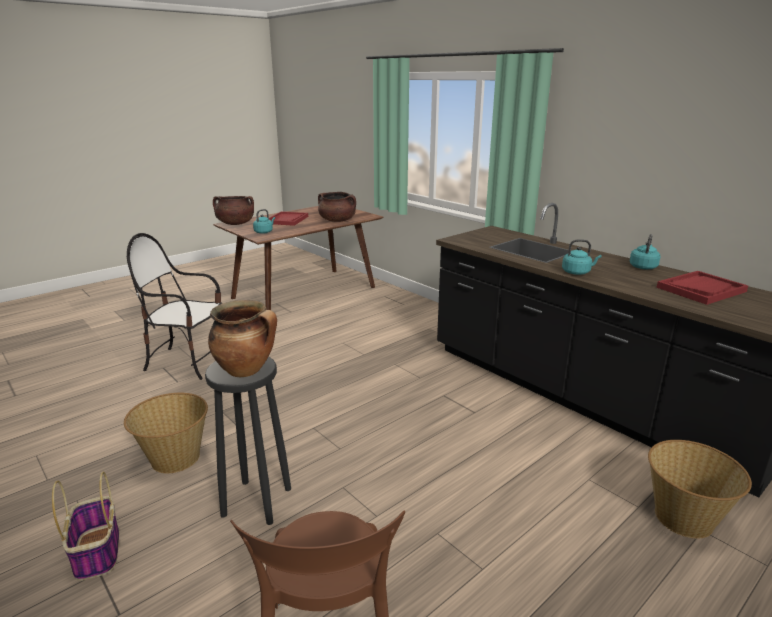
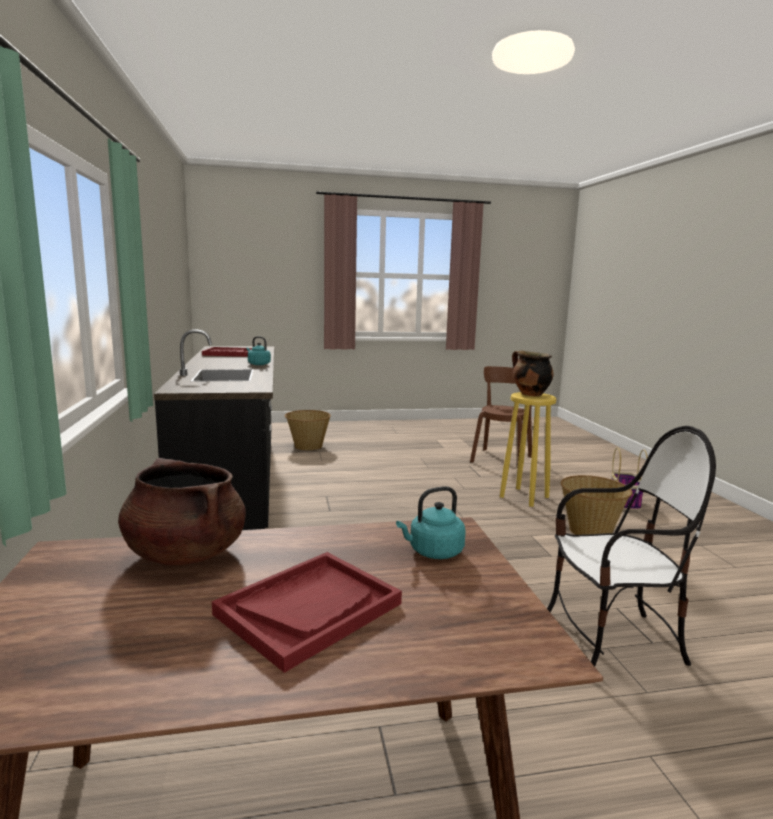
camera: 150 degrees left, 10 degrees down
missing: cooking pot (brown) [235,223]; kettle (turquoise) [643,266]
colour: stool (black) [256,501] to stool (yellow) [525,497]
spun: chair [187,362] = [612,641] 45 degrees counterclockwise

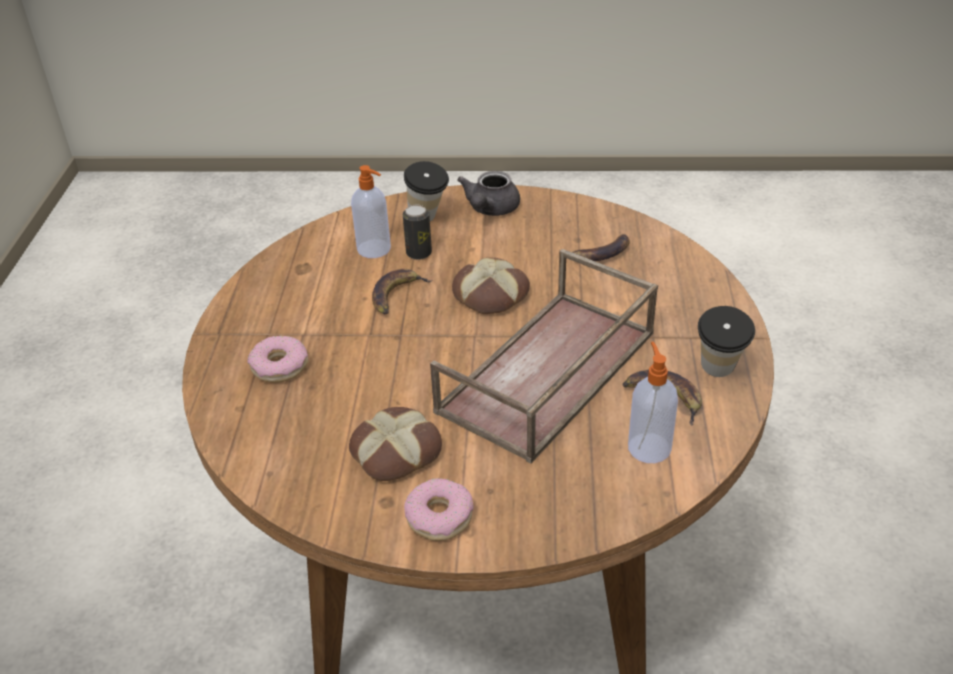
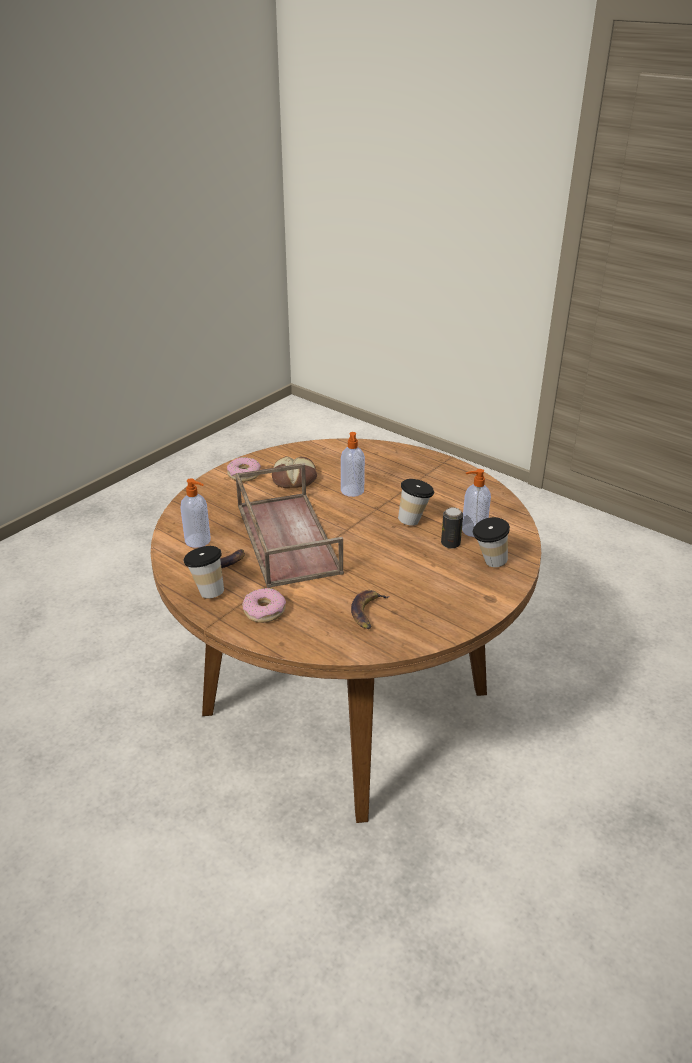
camera: 125 degrees right, 5 degrees down
missing: bread [491,295]; teapot (grey) [490,210]
appeared: soap dispenser [352,491]
relocated: donut [280,366] to [264,611]
exchanged: banana [396,295] to cup [414,520]

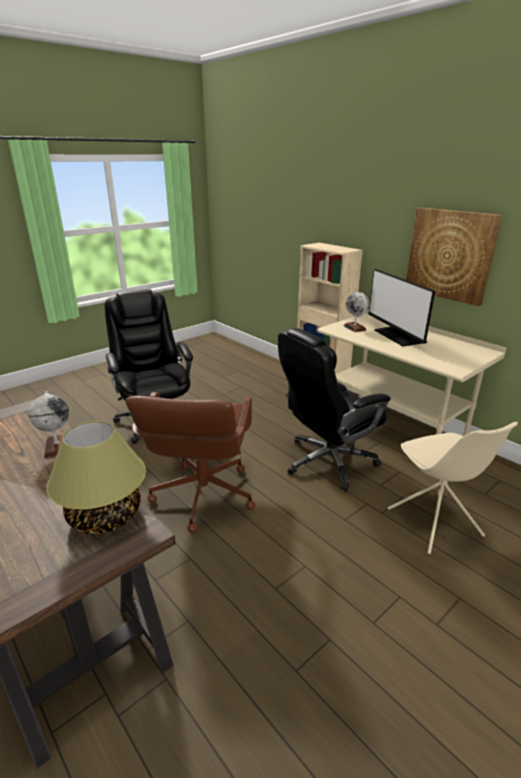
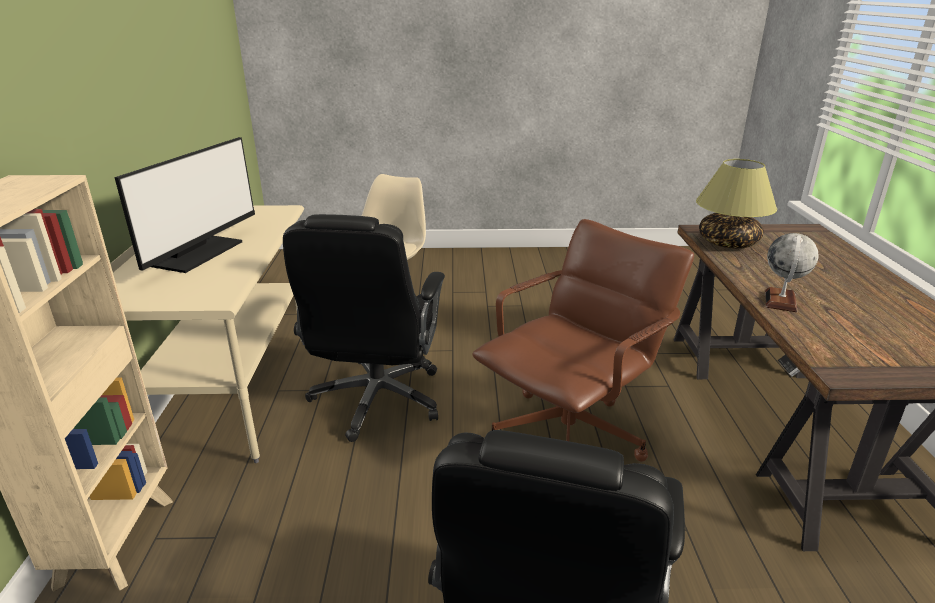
camera: 140 degrees left, 0 degrees up
missing: globe [354,328]; picture [450,255]
spun: office chair (black) [328,462] = [377,400] 90 degrees clockwise

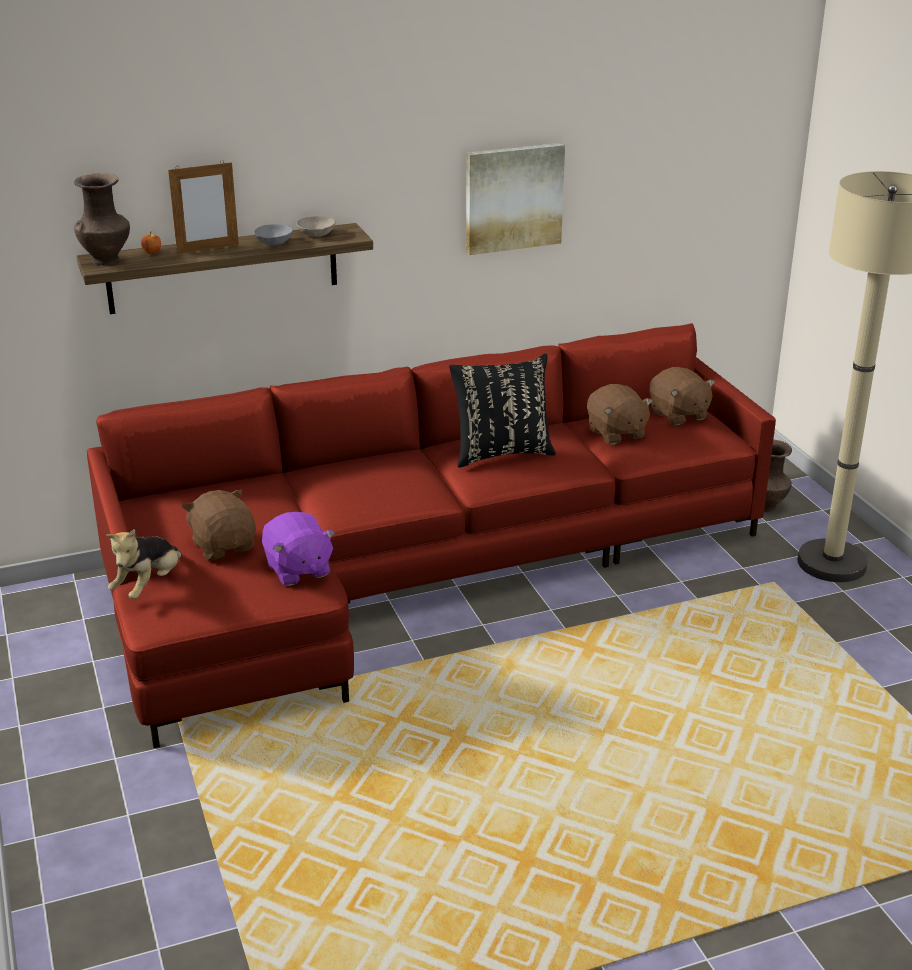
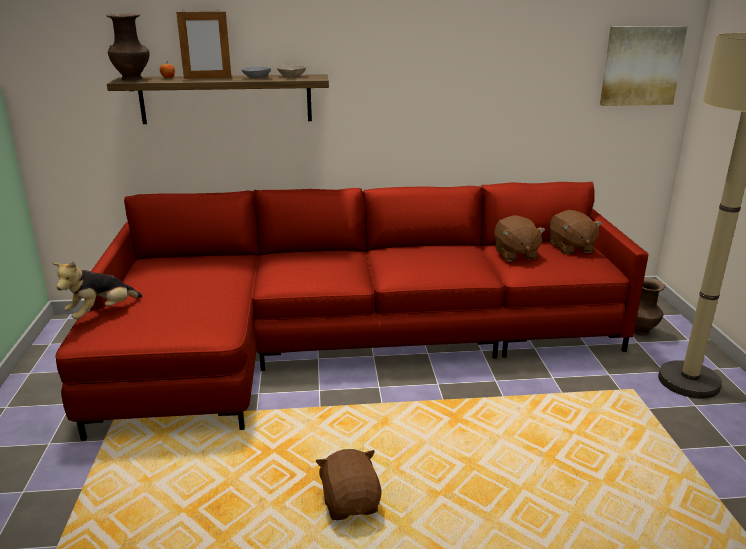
camera: 15 degrees right, 5 degrees down
missing: plush toy (purple) [297,570]; pillow (black) [501,452]
relocated: plush toy (brown) [224,546] to [351,503]; picture [513,197] to [640,66]

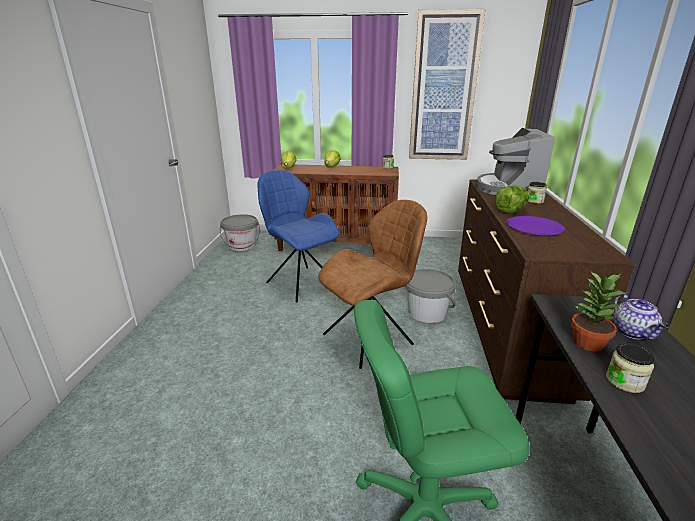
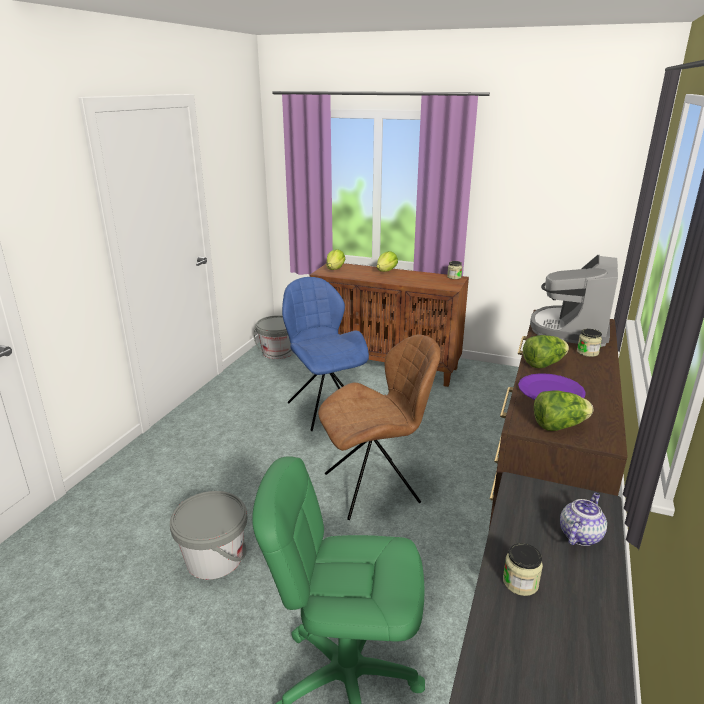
camera: 15 degrees right, 0 degrees up
missing: picture [443,89]; potted plant [586,342]
appeared: lettuce [558,426]
relocated: bucket (grey) [427,313] to [214,558]
spun: teapot [633,332] = [580,534] 150 degrees counterclockwise

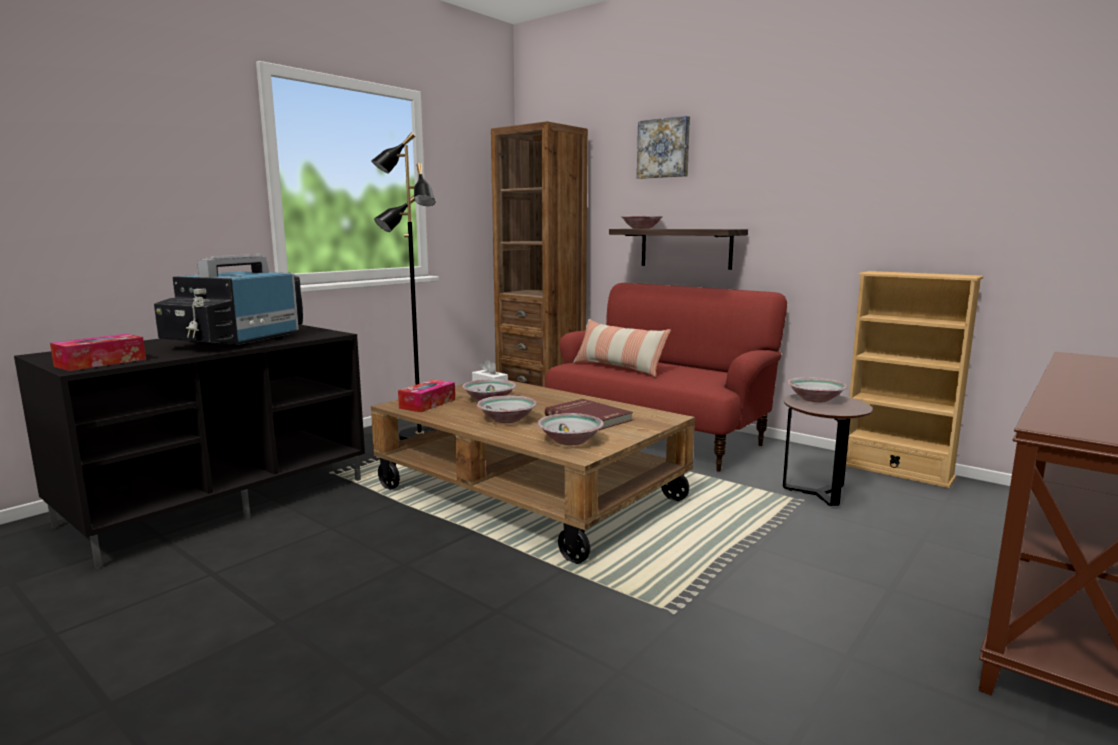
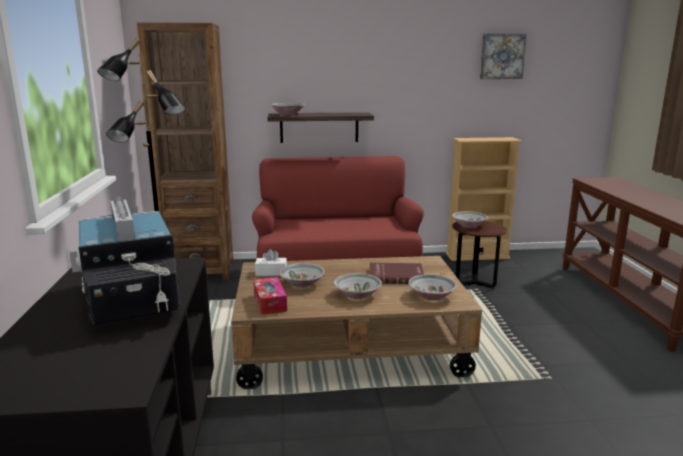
camera: 45 degrees left, 5 degrees up
missing: tissue box [101,363]; pillow [618,368]
relocated: picture [664,148] to [501,56]

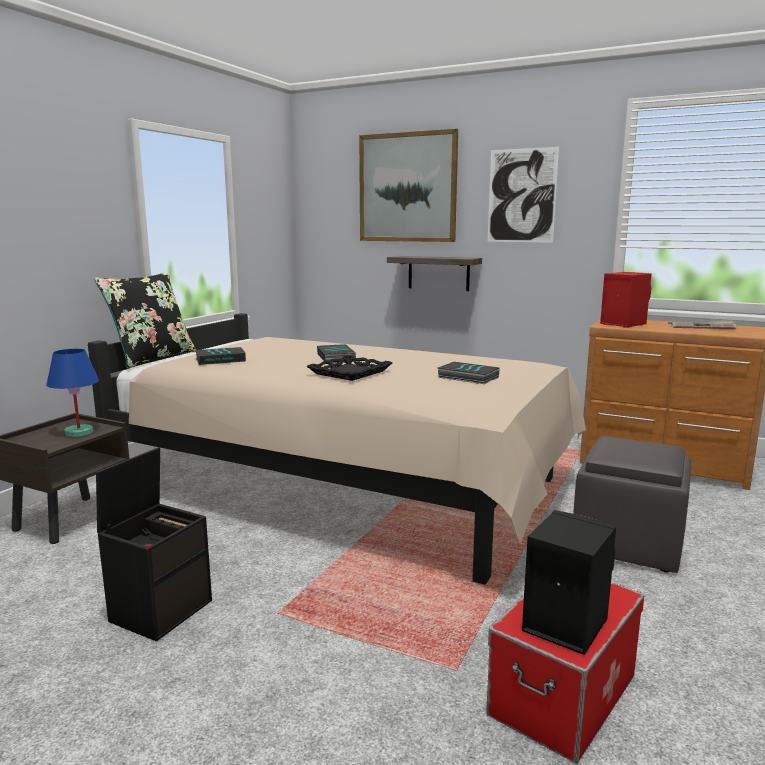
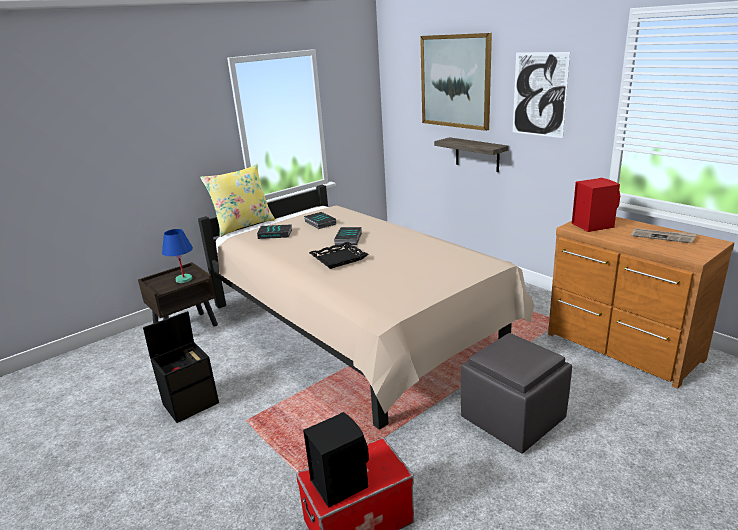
camera: 25 degrees right, 10 degrees up
relocated: book [467,377] to [319,223]
colour: pillow (black) [152,358] to pillow (yellow) [243,226]

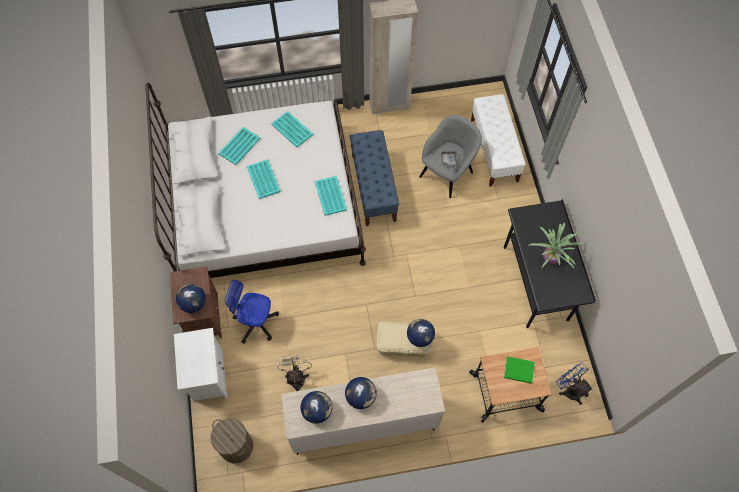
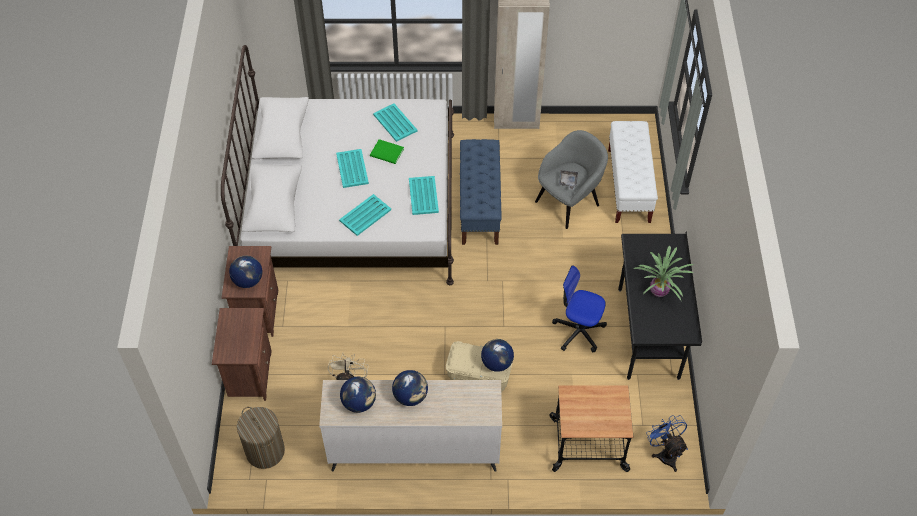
camera: 10 degrees right, 10 degrees down
relocated: tray (turquoise) [239,146] to [365,215]; office chair [256,322] to [578,331]; book (green) [519,371] to [387,153]
colour: nightstand (white) [208,377] to nightstand (brown) [249,374]

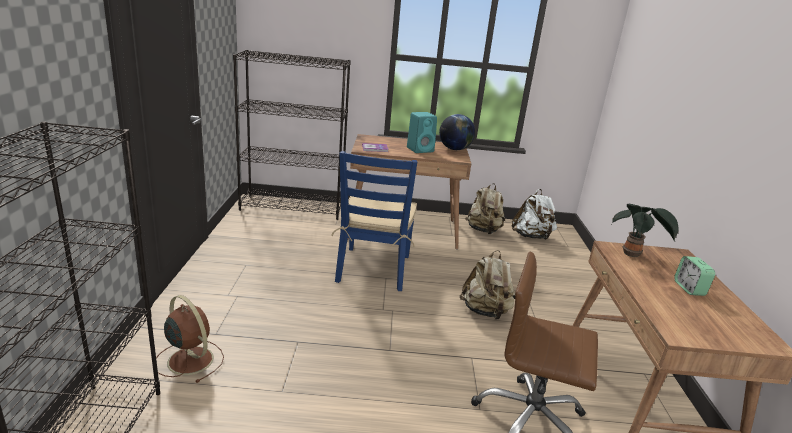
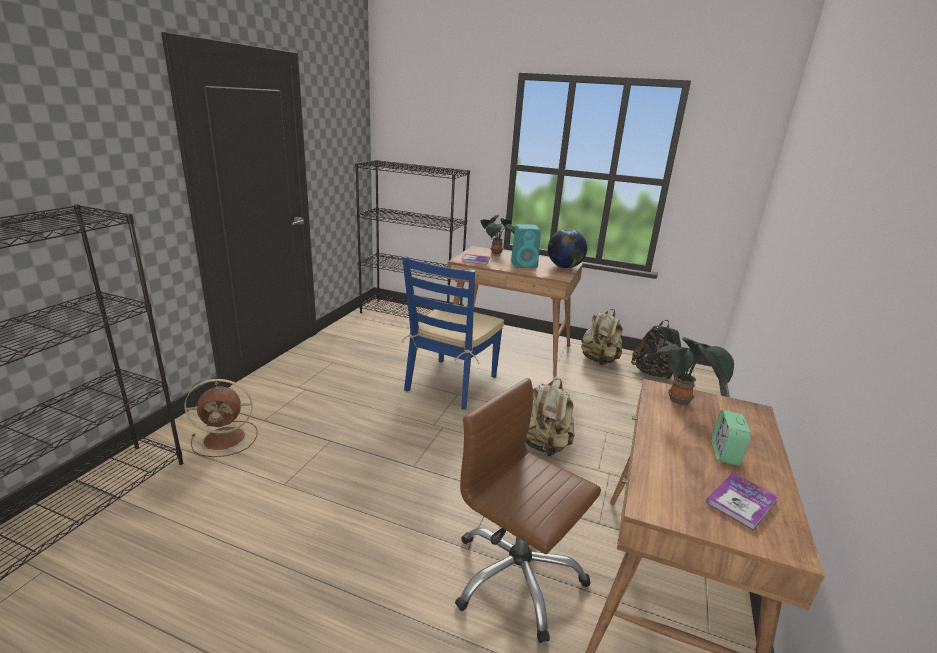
camera: 20 degrees right, 0 degrees up
appeared: potted plant [495,252]; book [741,502]
colour: backpack (white) [532,236] to backpack (black) [654,374]
spun: fan (brown) [189,359] = [226,438] 105 degrees clockwise

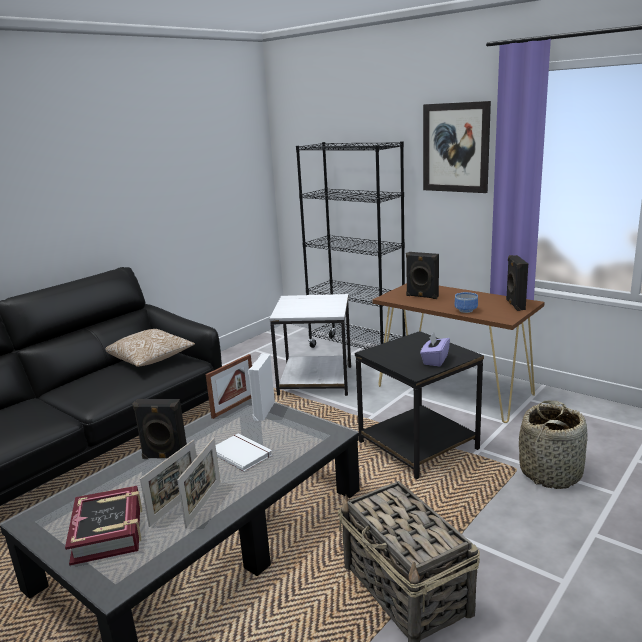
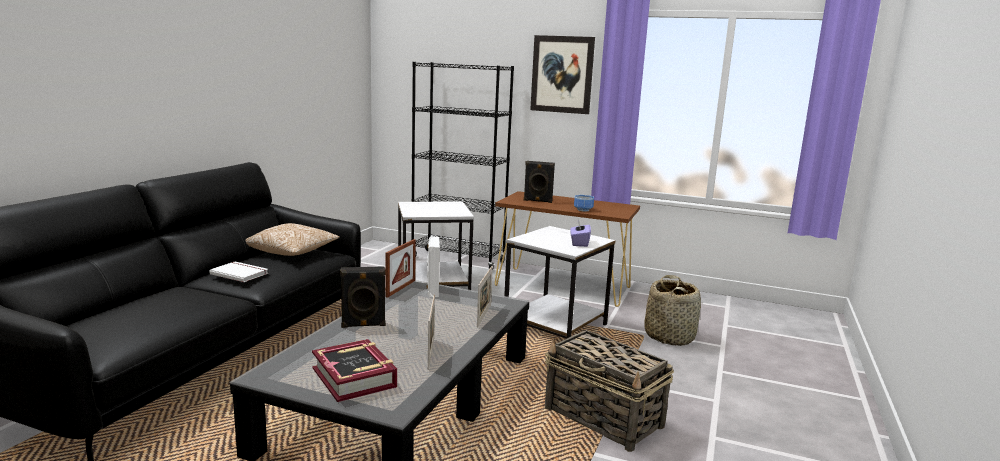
camera: 20 degrees left, 5 degrees down
missing: speaker (black) [514,305]
relocated: picture frame [176,504] to [484,315]; book (white) [242,453] to [240,273]
colour: side table (black) [420,445] to side table (white) [557,325]

